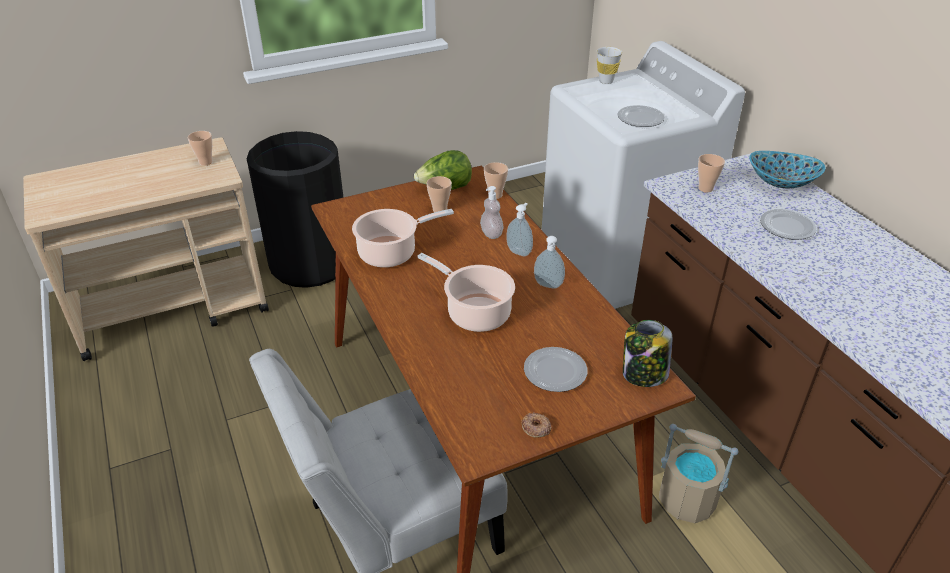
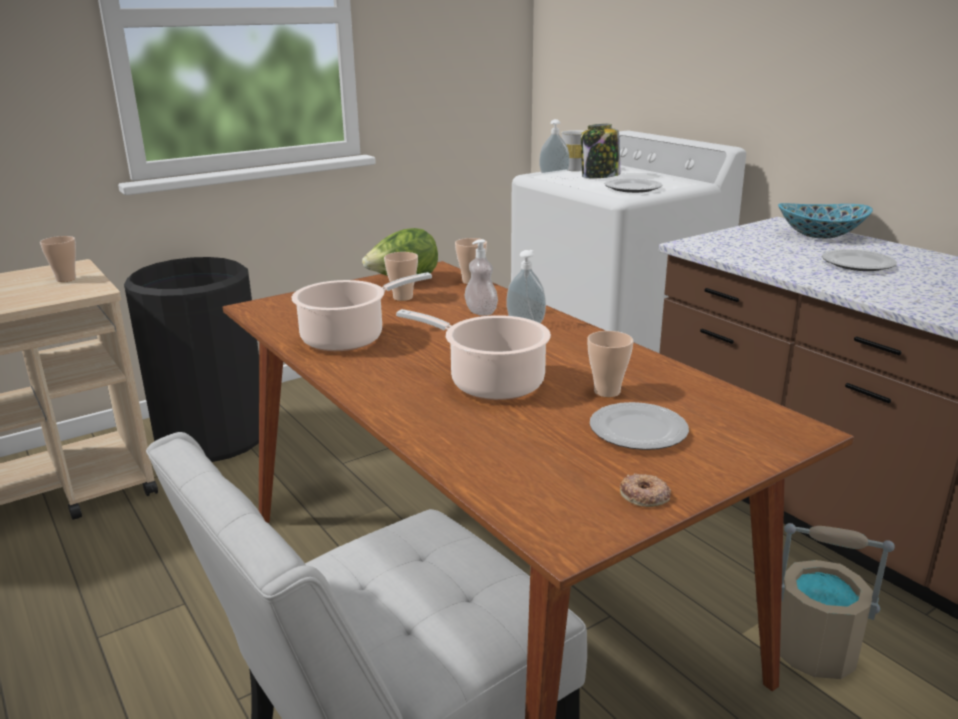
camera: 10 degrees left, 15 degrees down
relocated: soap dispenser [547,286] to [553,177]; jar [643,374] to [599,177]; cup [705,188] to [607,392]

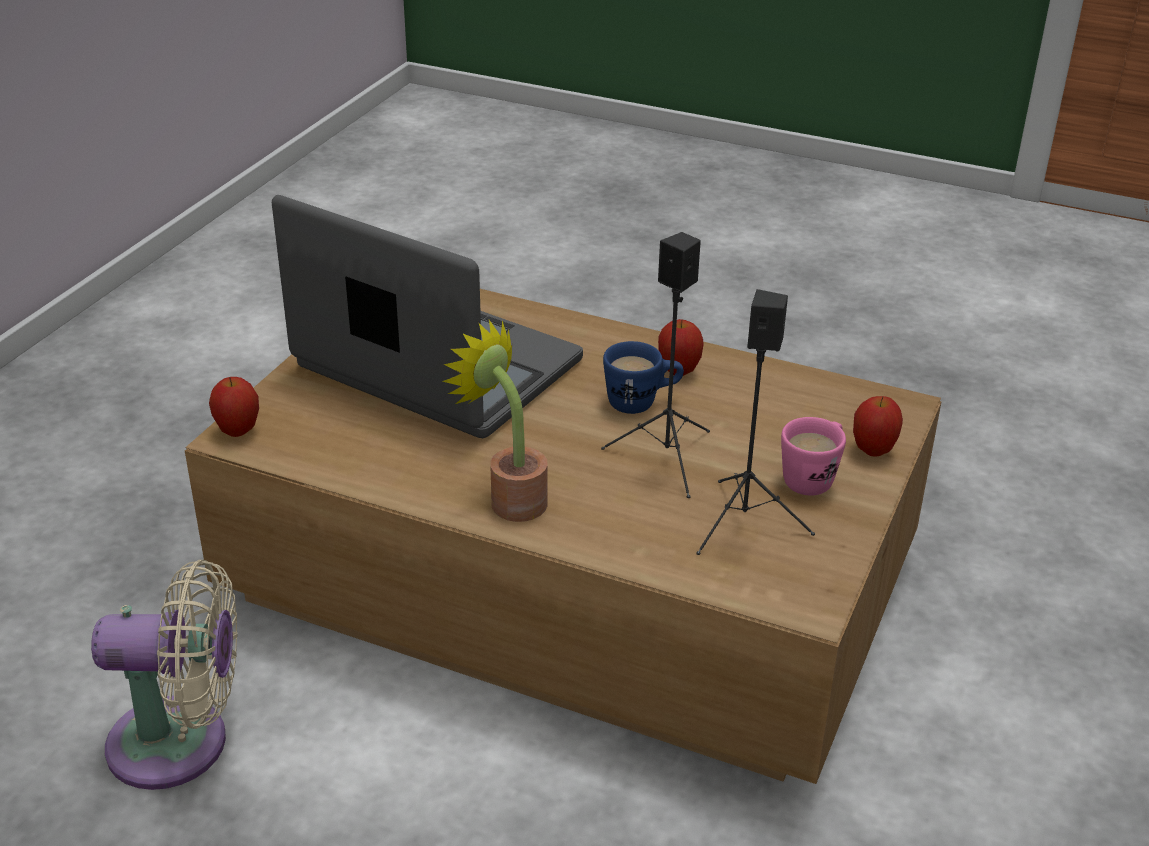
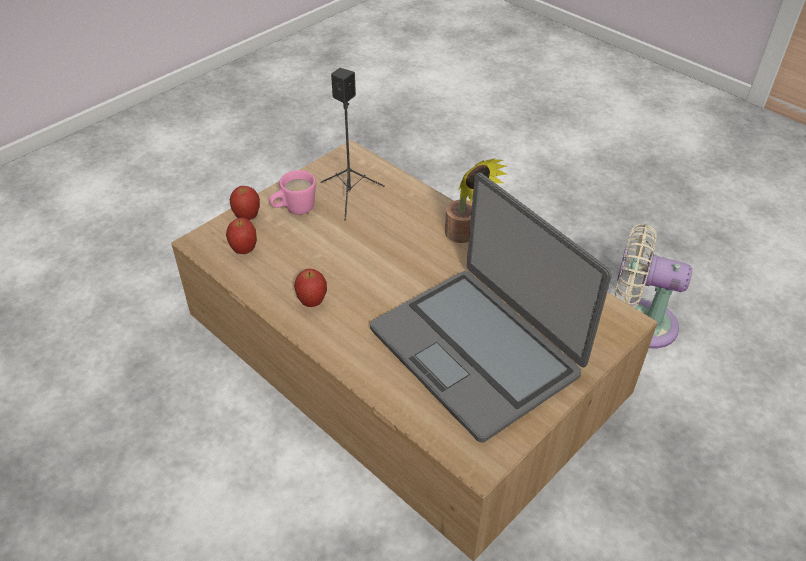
camera: 160 degrees left, 10 degrees up
missing: speaker (black) [667,459]; mug (blue) [642,402]
relocated: apple [238,431] to [244,250]

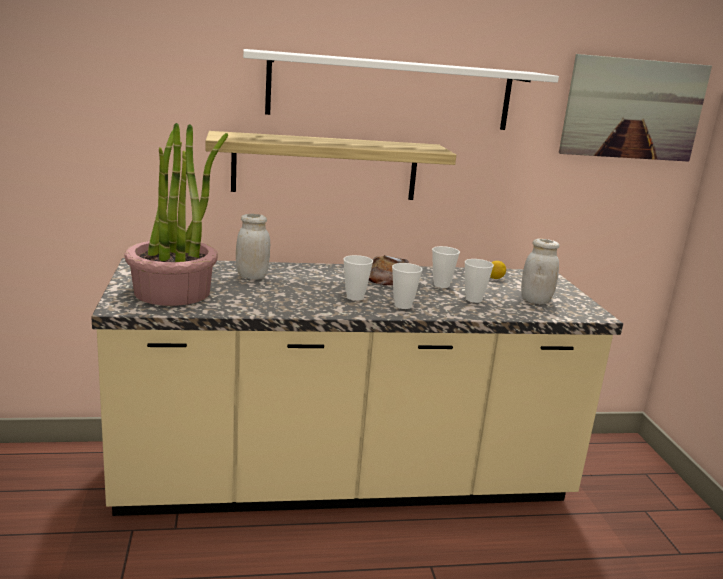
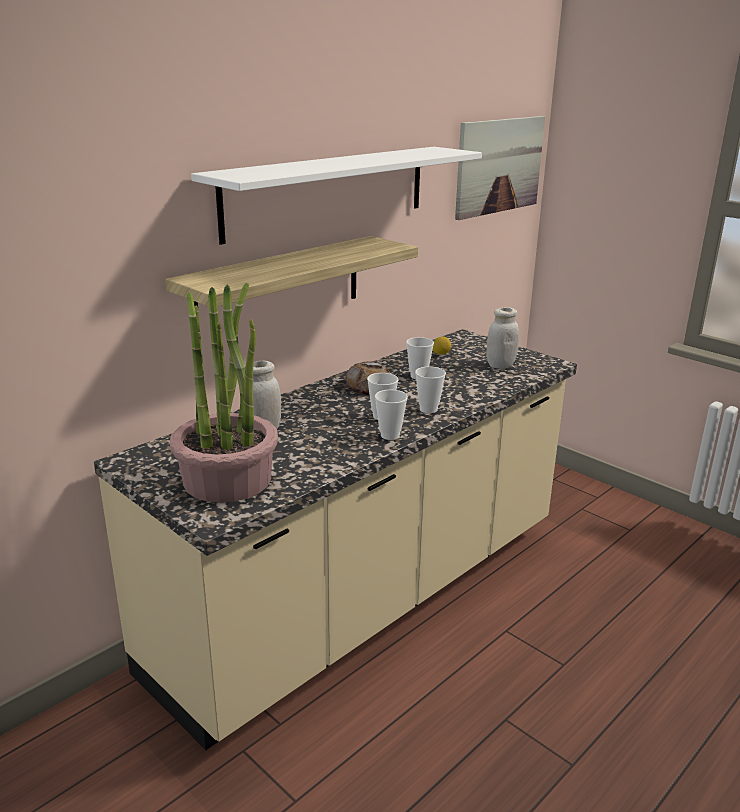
camera: 35 degrees left, 5 degrees up
relocated: cup [473,299] to [390,435]

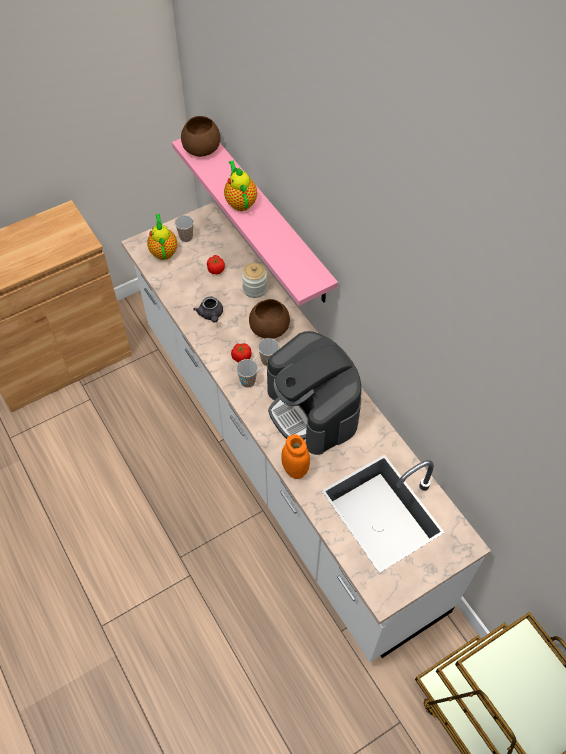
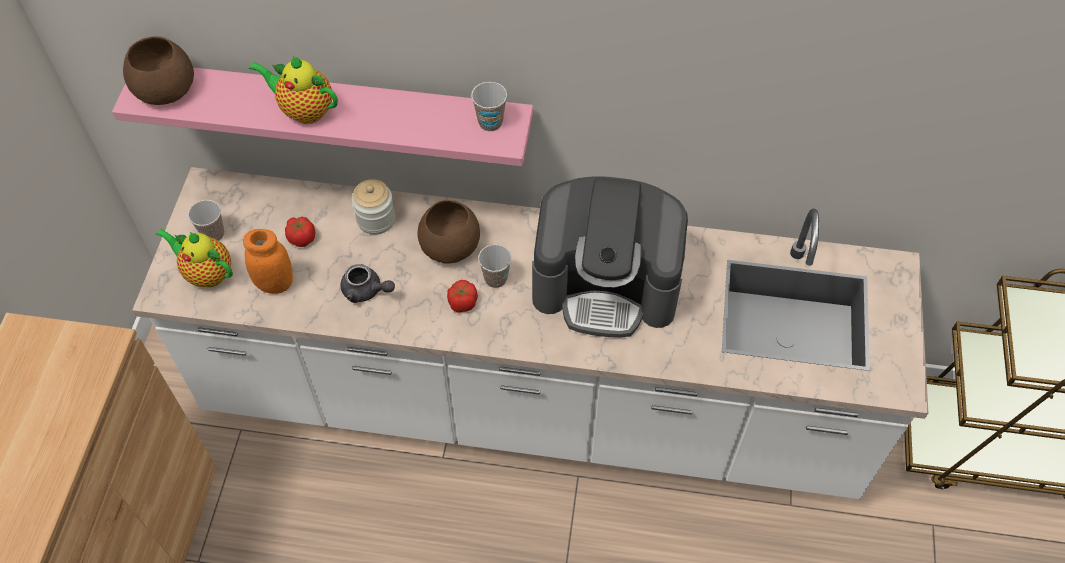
camera: 50 degrees left, 0 degrees up
relocated: cup [248,381] to [490,122]; jar (orange) [295,469] to [275,283]

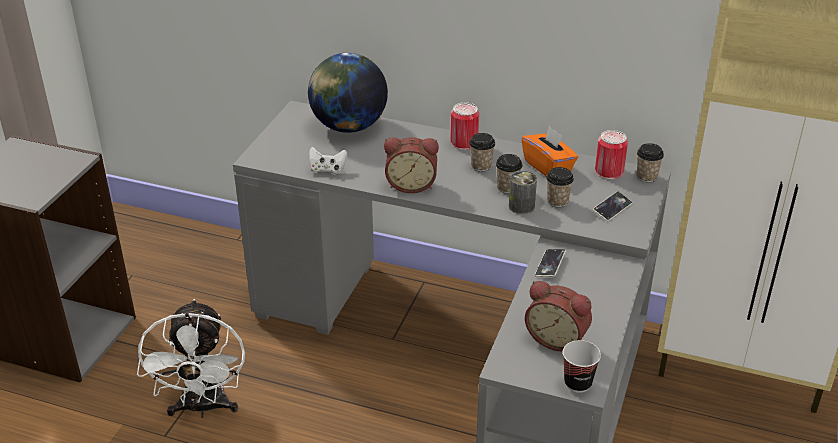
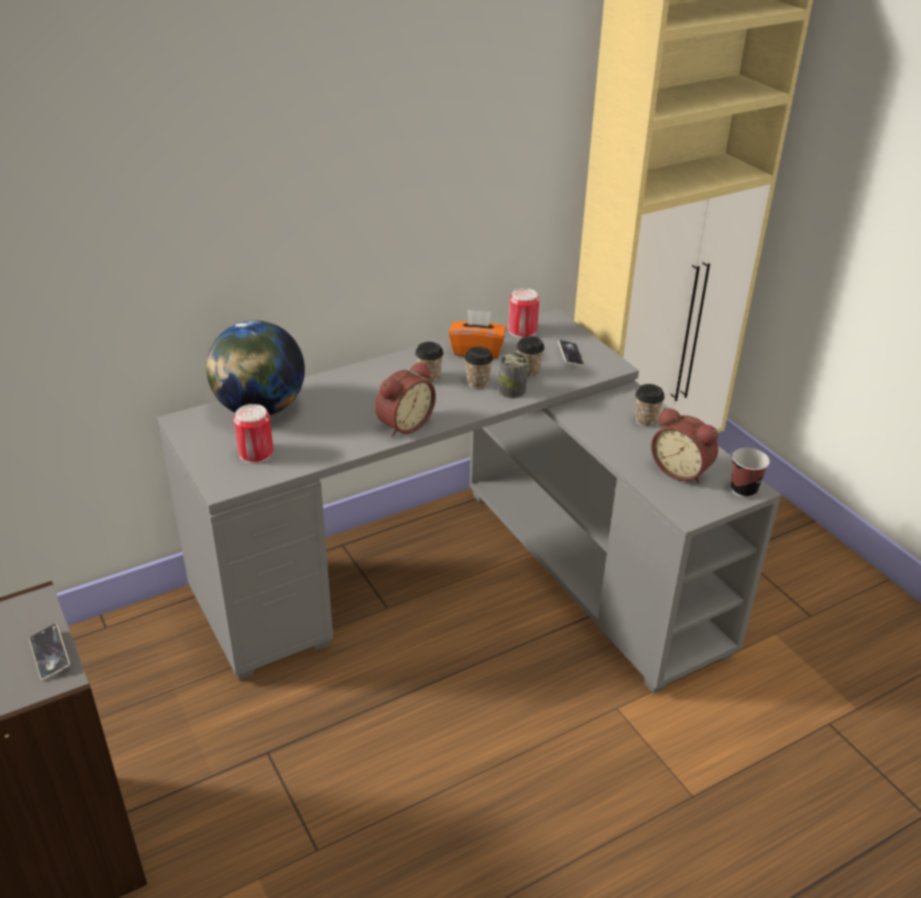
camera: 50 degrees left, 0 degrees up
missing: fan (white) [203,408]; game controller (white) [327,170]
relocated: can [464,142] to [256,453]; phone [550,265] to [50,654]; cup [646,177] to [646,421]
spun: alarm clock [557,338] = [682,470] 60 degrees clockwise

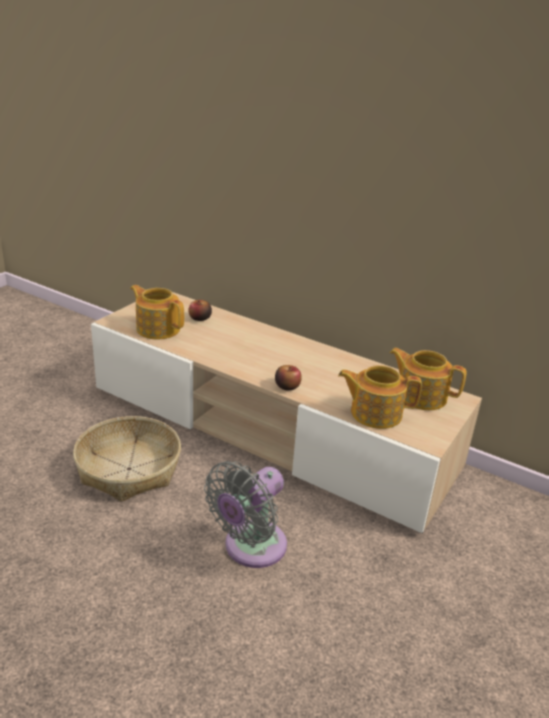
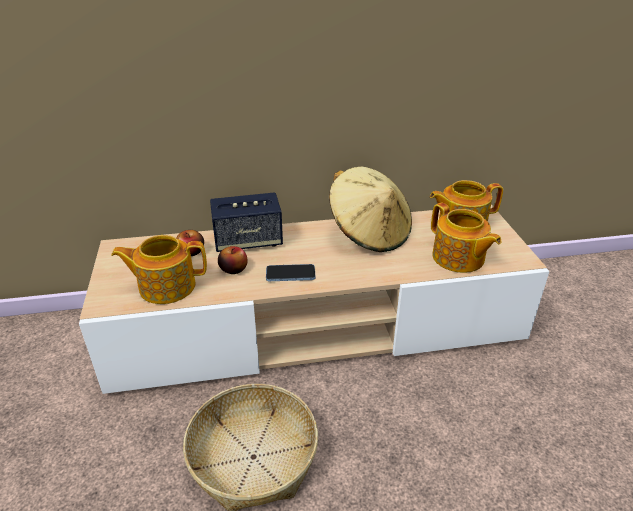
camera: 40 degrees left, 5 degrees up
missing: fan (grey) [250,548]
appeared: speaker [248,241]; phone [290,274]; hat (beige) [369,233]
relocated: apple [287,386] to [233,269]
spun: teapot [374,413] = [458,258] 90 degrees counterclockwise

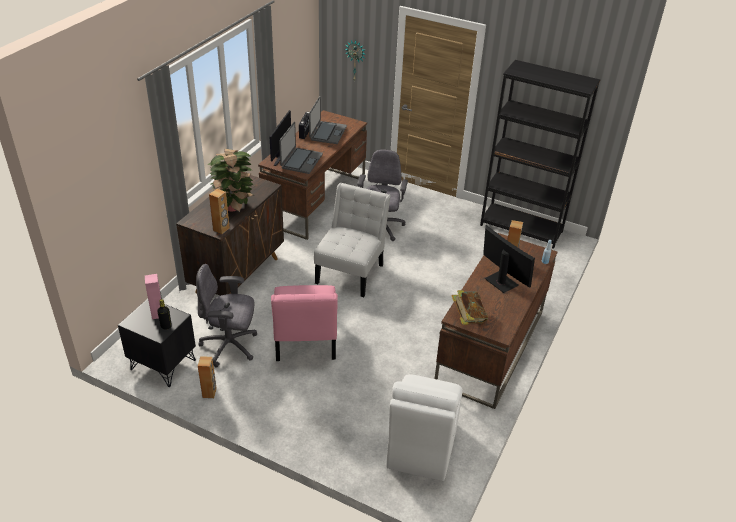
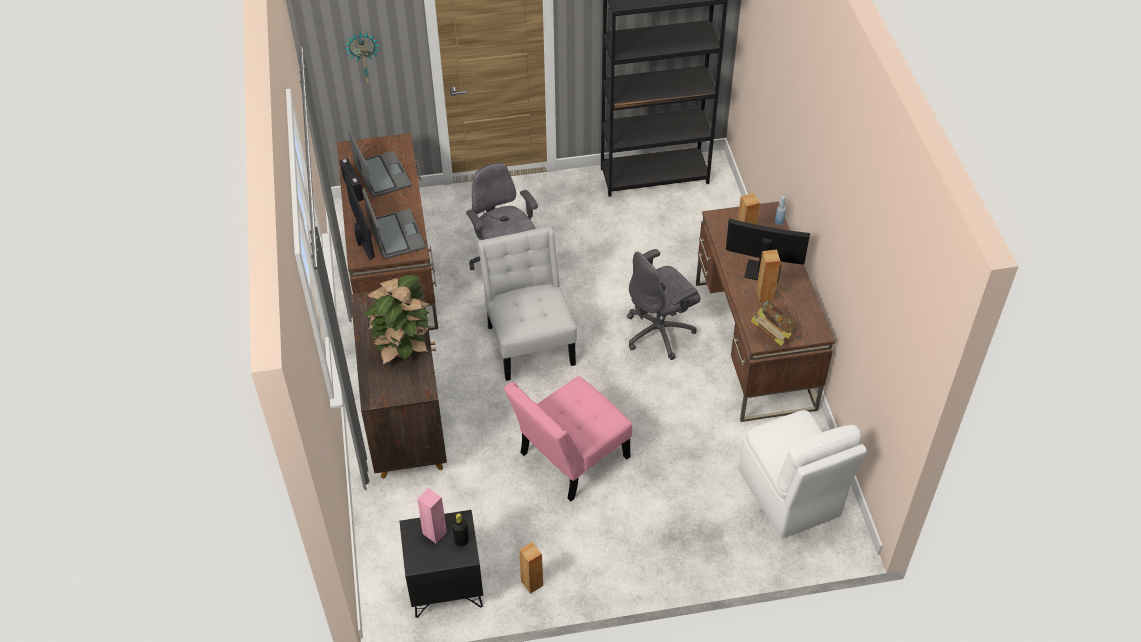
camera: 35 degrees left, 10 degrees up
relocated: office chair (grey) [230,346] to [660,332]; speaker (brown) [221,229] to [765,295]
spun: chair (pink) [305,342] = [569,459] 90 degrees clockwise

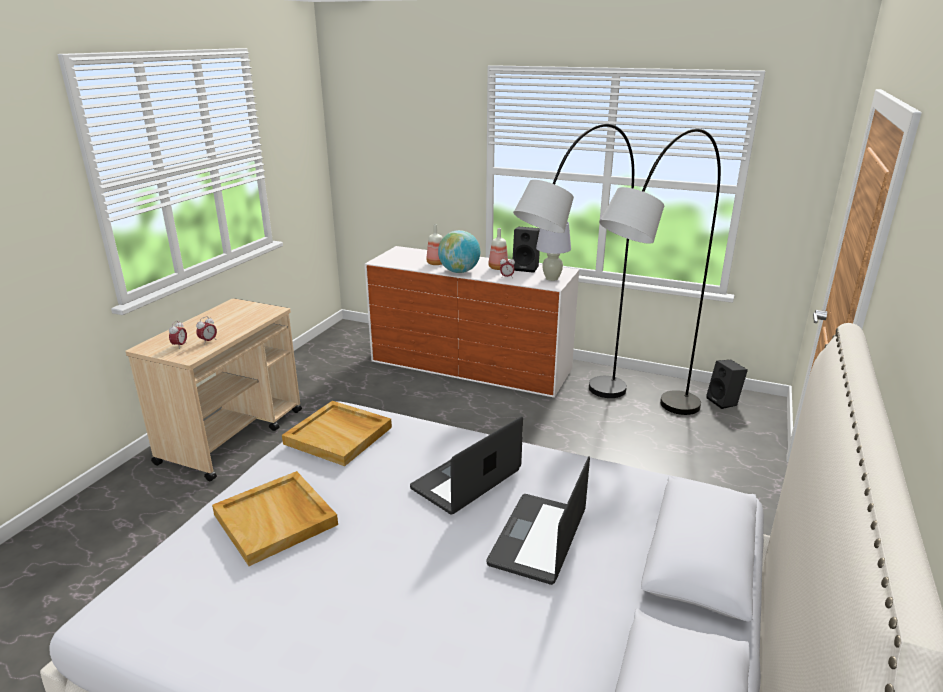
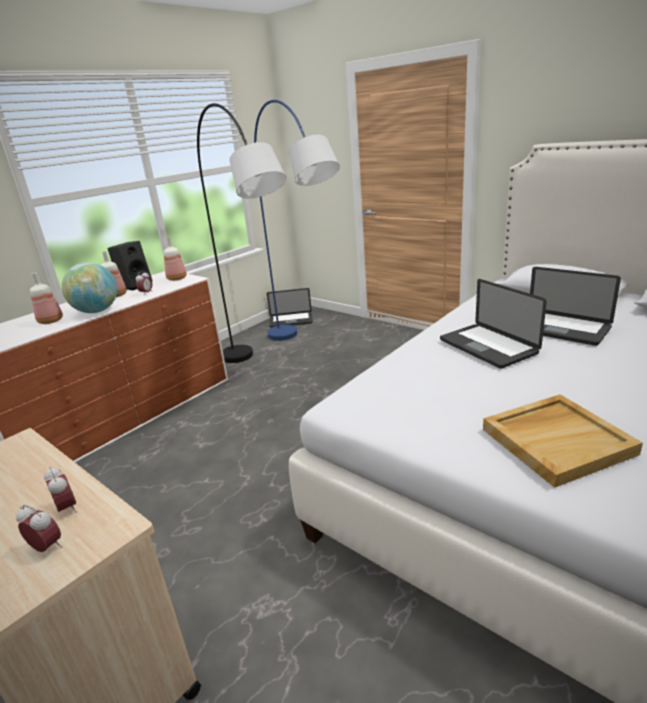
camera: 70 degrees left, 0 degrees up
missing: tray (beige) [339,435]
exchanged: table lamp (white) [551,278] to bottle [176,278]; speaker (black) [724,402] to laptop [291,320]
colour: floor lamp (grey) [642,433] to floor lamp (blue) [308,353]

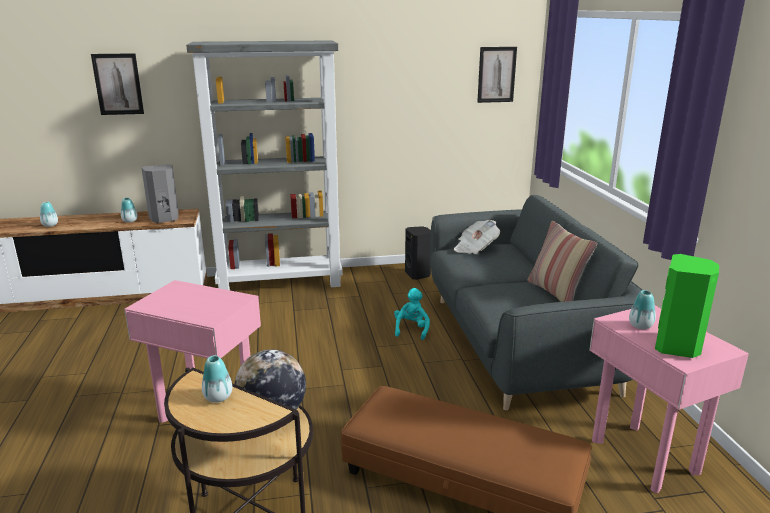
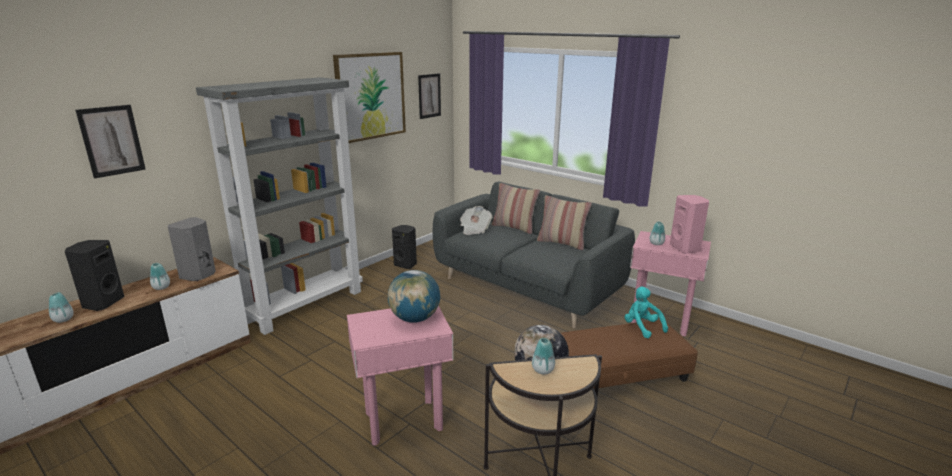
camera: 40 degrees left, 0 degrees up
appeared: speaker (black) [102,303]; picture [370,96]; globe [415,318]; pillow [514,227]
relocated: plush toy (turquoise) [411,329] to [642,327]
colour: speaker (green) [678,347] to speaker (pink) [686,248]

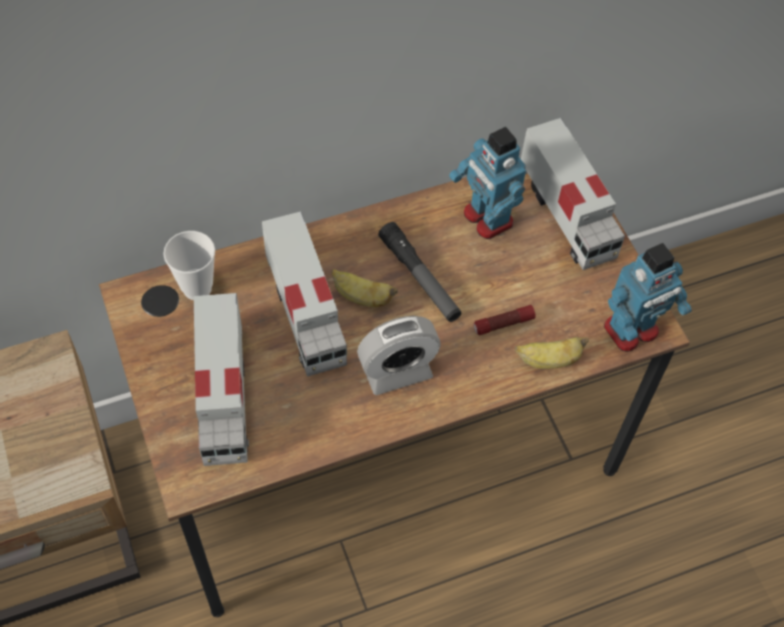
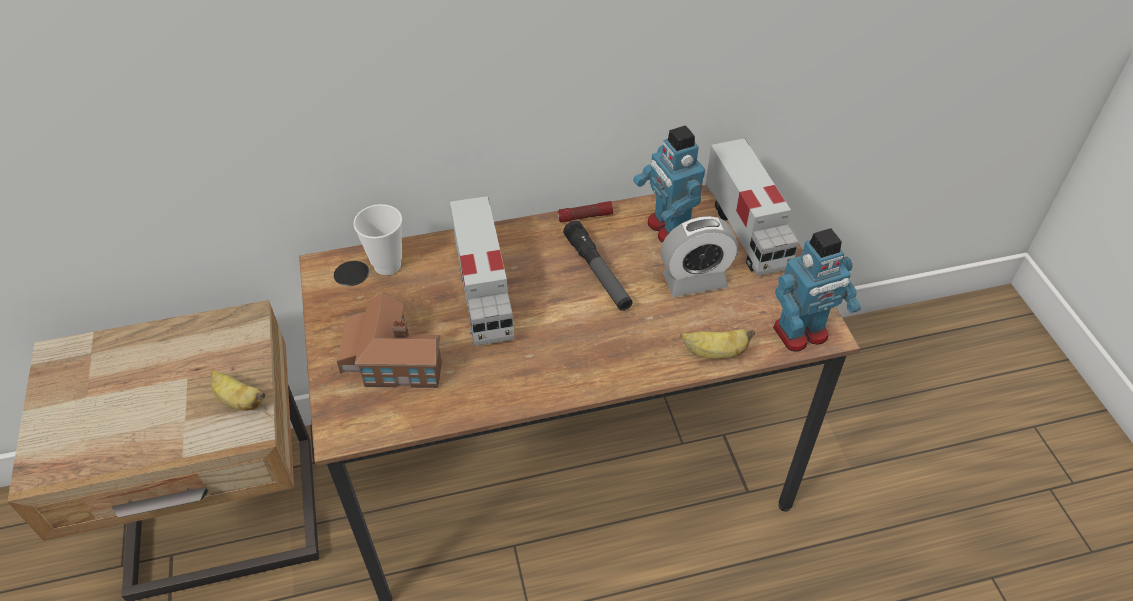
camera: 10 degrees right, 10 degrees down
relocated: banana [361,297] to [239,400]; alarm clock [397,371] to [694,281]; flashlight [503,324] to [585,217]
exchanged: toy truck [224,397] to toy house [392,359]

